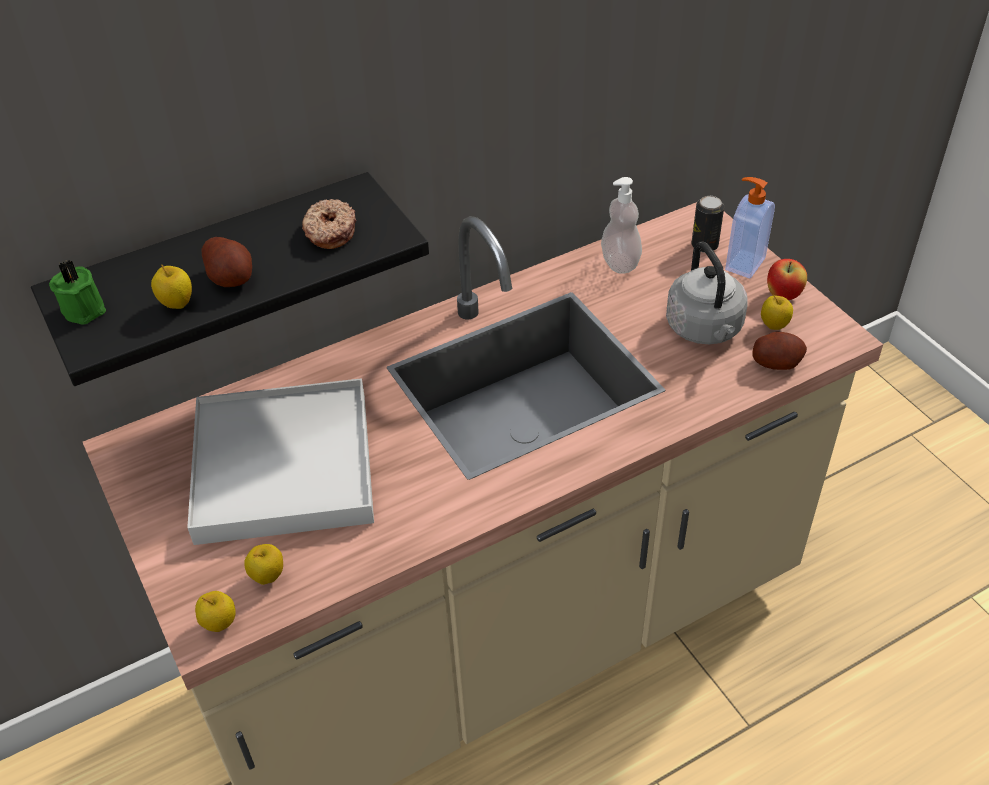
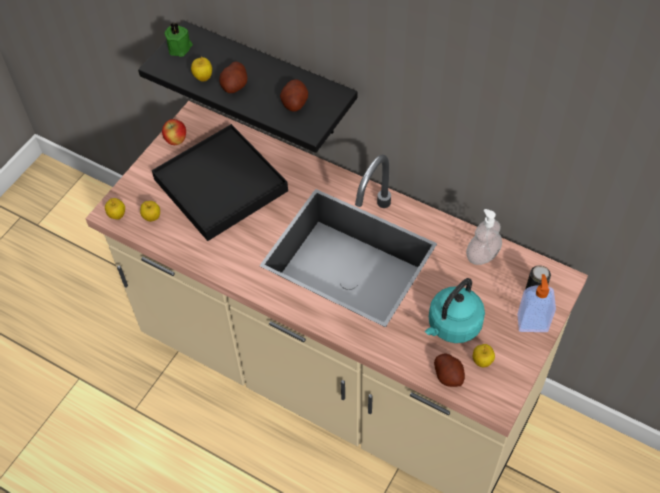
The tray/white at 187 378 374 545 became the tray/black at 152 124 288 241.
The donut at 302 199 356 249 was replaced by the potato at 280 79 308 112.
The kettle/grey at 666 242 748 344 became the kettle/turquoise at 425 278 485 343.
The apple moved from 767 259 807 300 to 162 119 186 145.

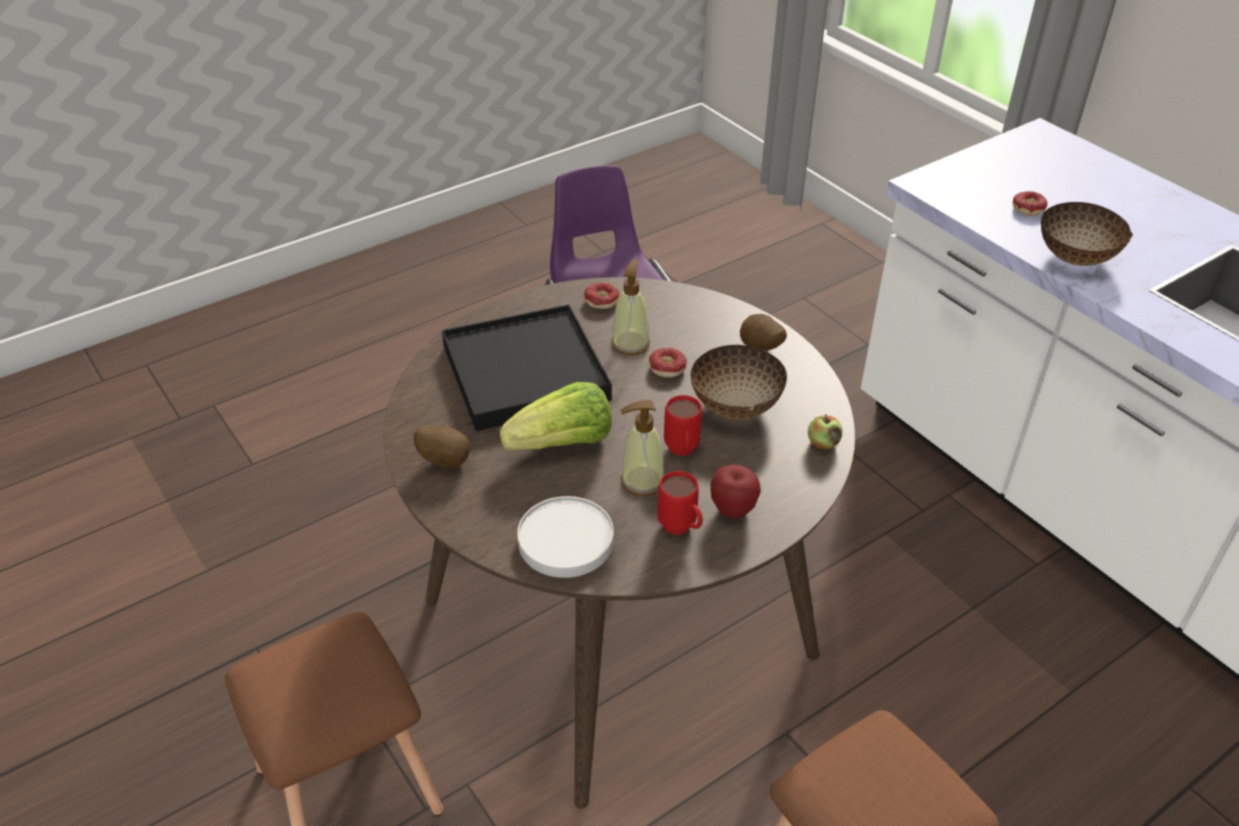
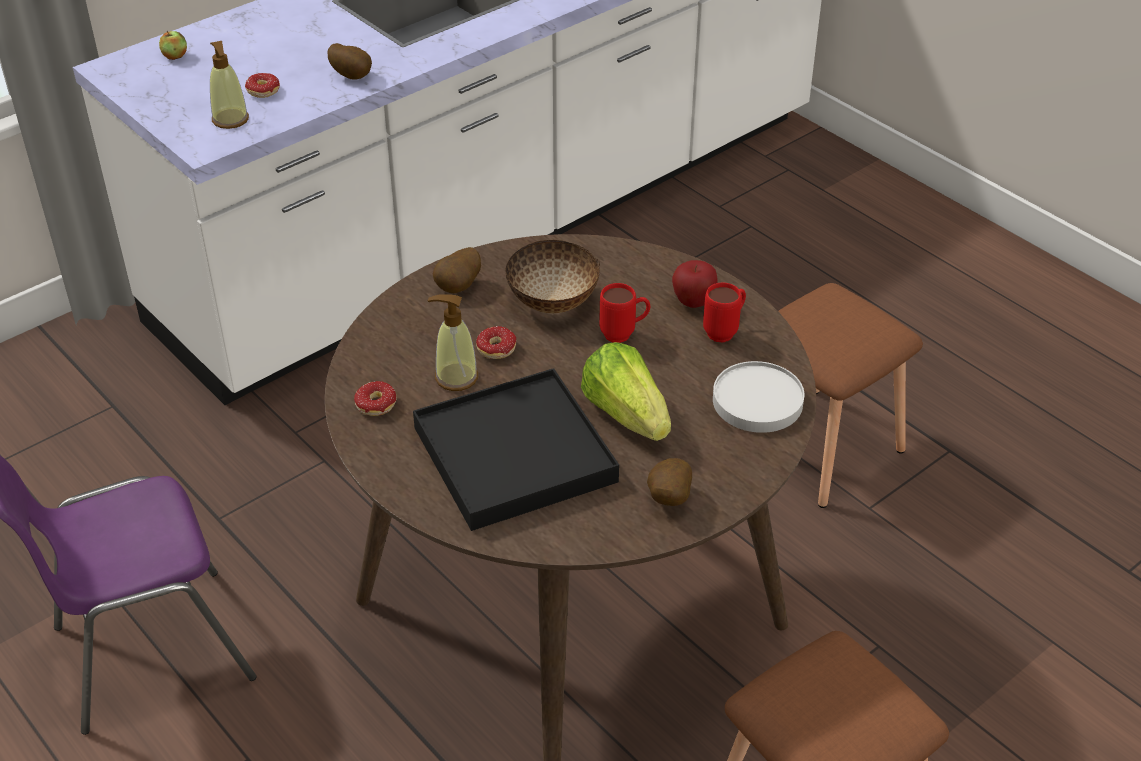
The soap dispenser moved from 620 400 664 497 to 210 41 249 129.
The apple moved from 808 414 842 450 to 159 31 187 60.
The bowl at 1041 202 1133 266 was replaced by the potato at 327 43 372 80.

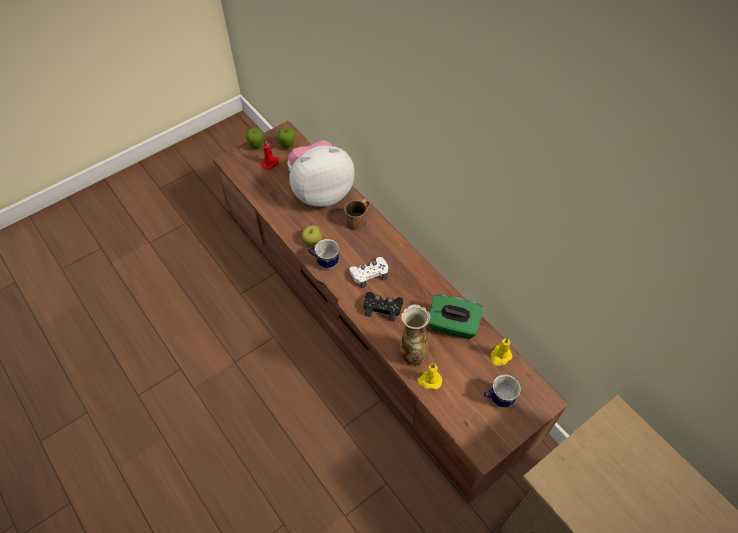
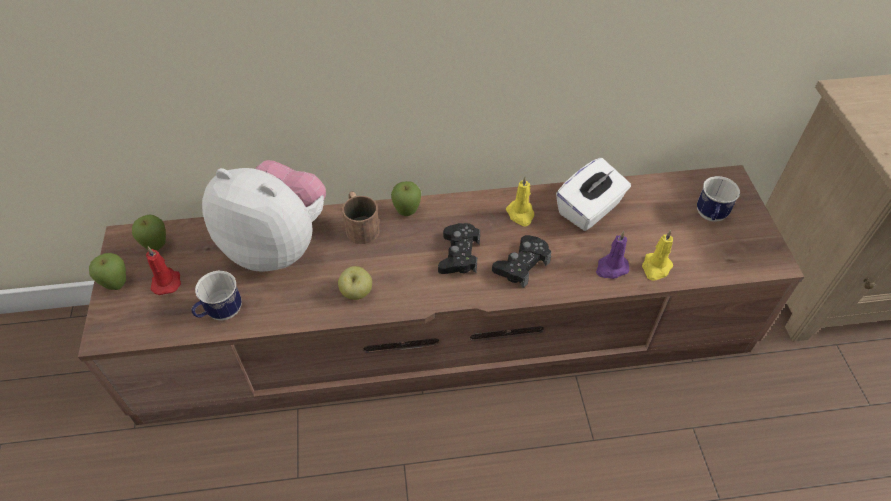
The plush toy at 287 140 355 207 turned 105 degrees clockwise.
The mug moved from 308 239 339 269 to 191 271 242 321.
The game controller/white at 350 257 388 288 became the game controller/black at 438 223 480 274.
The vase at 400 304 430 367 was replaced by the candle/purple at 596 231 629 279.
The tissue box/green at 428 295 483 339 became the tissue box/white at 556 158 631 231.
The candle/yellow moved from 490 338 512 366 to 506 176 534 226.
The apple at 391 181 421 216 appeared.

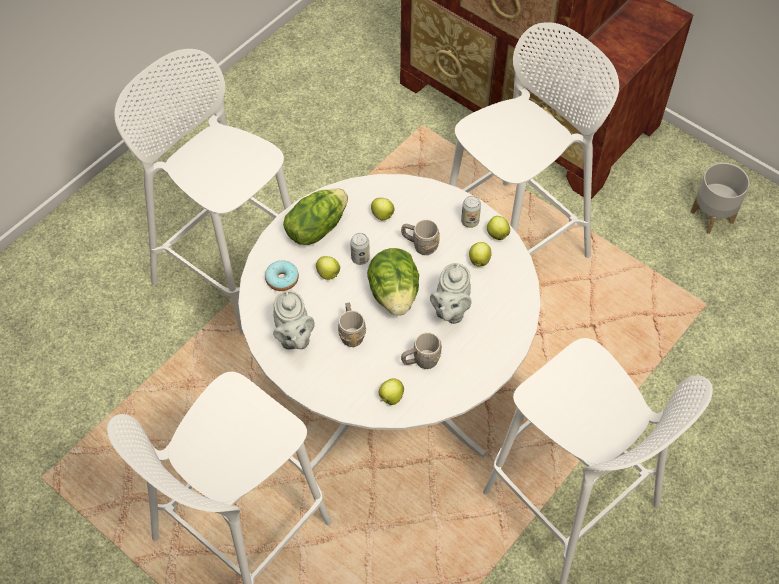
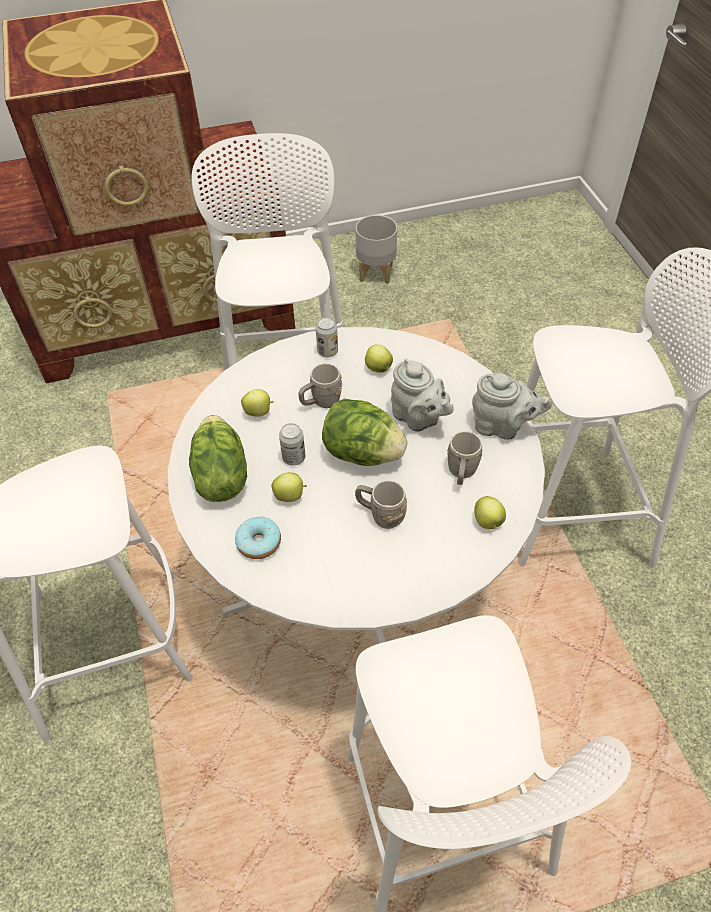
The teapot/grey moved from 273 291 315 349 to 472 373 552 440.
The apple at 487 216 510 240 disappeared.

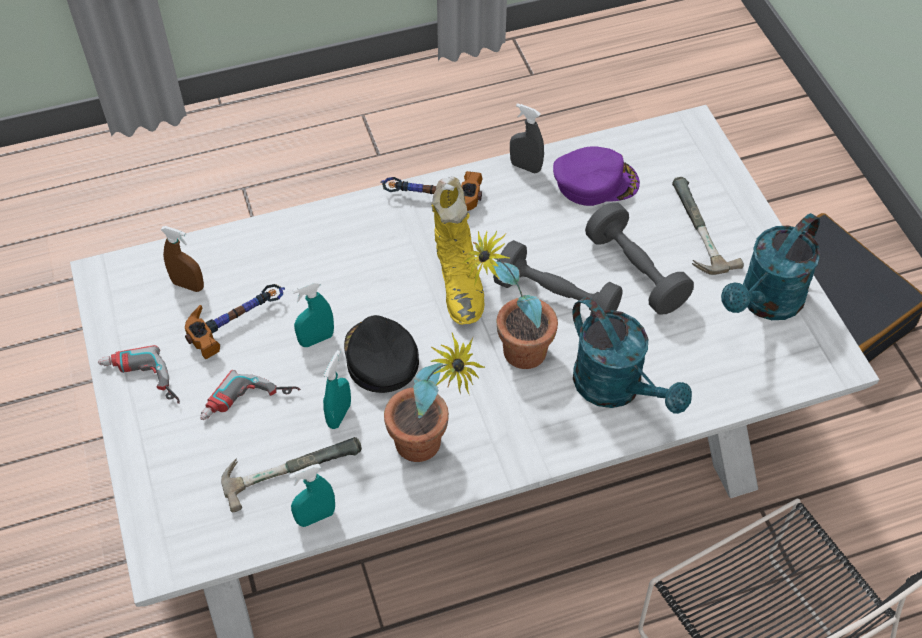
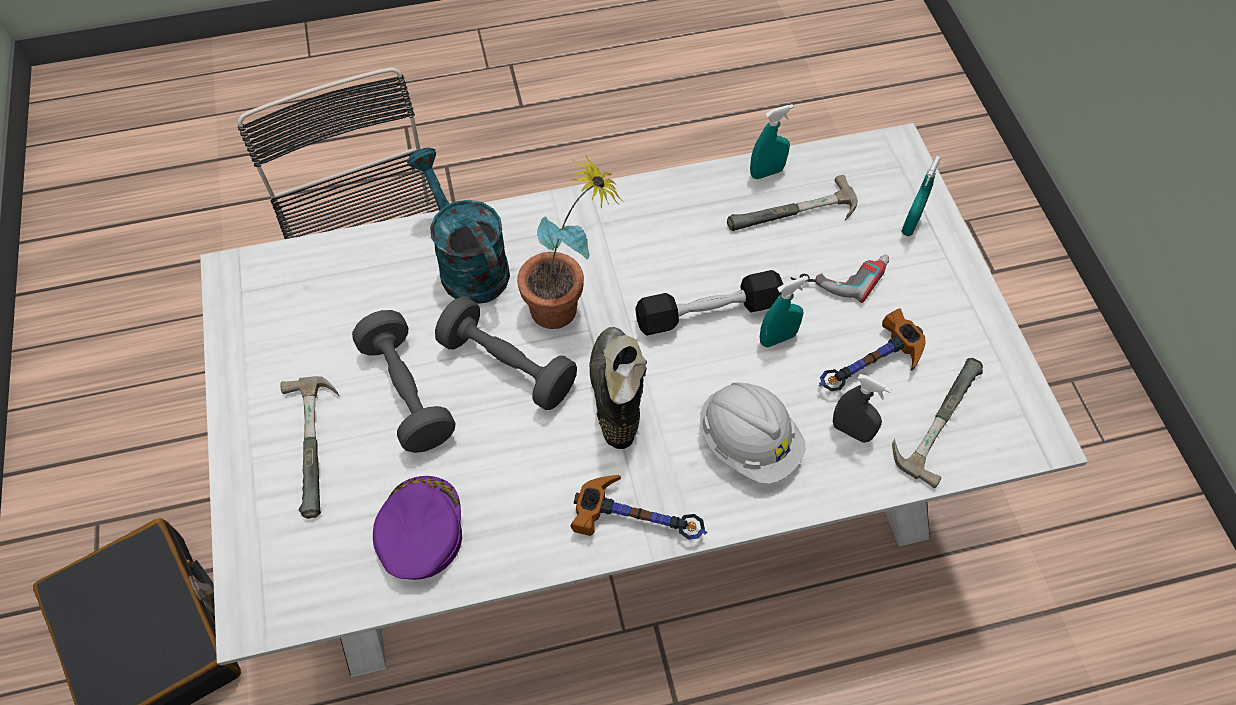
The power drill at 98 345 180 404 disappeared.
The spray bottle/brown at 160 226 204 292 was replaced by the hammer at 892 358 983 488.
The spray bottle/turquoise moved from 323 350 351 429 to 901 156 941 236.
The cap/black at 344 315 419 393 was replaced by the dumbbell/black at 635 270 783 335.
The potted plant at 384 333 485 462 disappeared.
The boot/yellow at 431 177 484 325 became the boot/black at 589 327 647 449.
The spray bottle/grey moved from 510 103 544 174 to 833 374 891 443.
The cap/purple at 553 146 640 206 turned 90 degrees clockwise.
The watering can/turquoise at 721 213 820 320 disappeared.
The hard hat/white at 700 383 805 484 appeared.

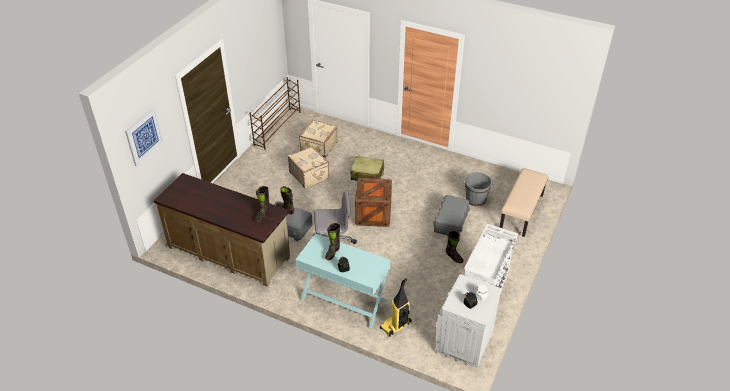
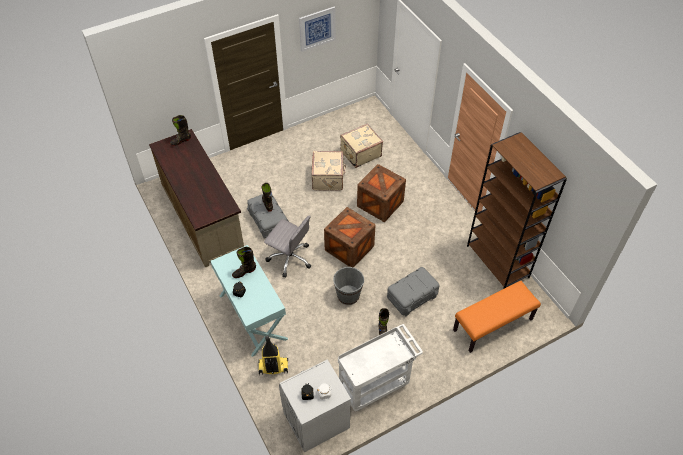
The picture moved from 125 108 164 166 to 299 6 336 52.
The shoe rack/brown at 249 77 301 150 disappeared.
The boot/black moved from 256 186 270 222 to 170 115 191 146.
The suitcase/beige at 350 156 384 180 was replaced by the crate at 357 164 406 222.
The bucket/grey moved from 465 172 492 206 to 333 267 364 305.
The bench/beige at 500 168 549 237 became the bench/orange at 453 281 541 353.
The bookcase/brown at 467 132 567 289 appeared.

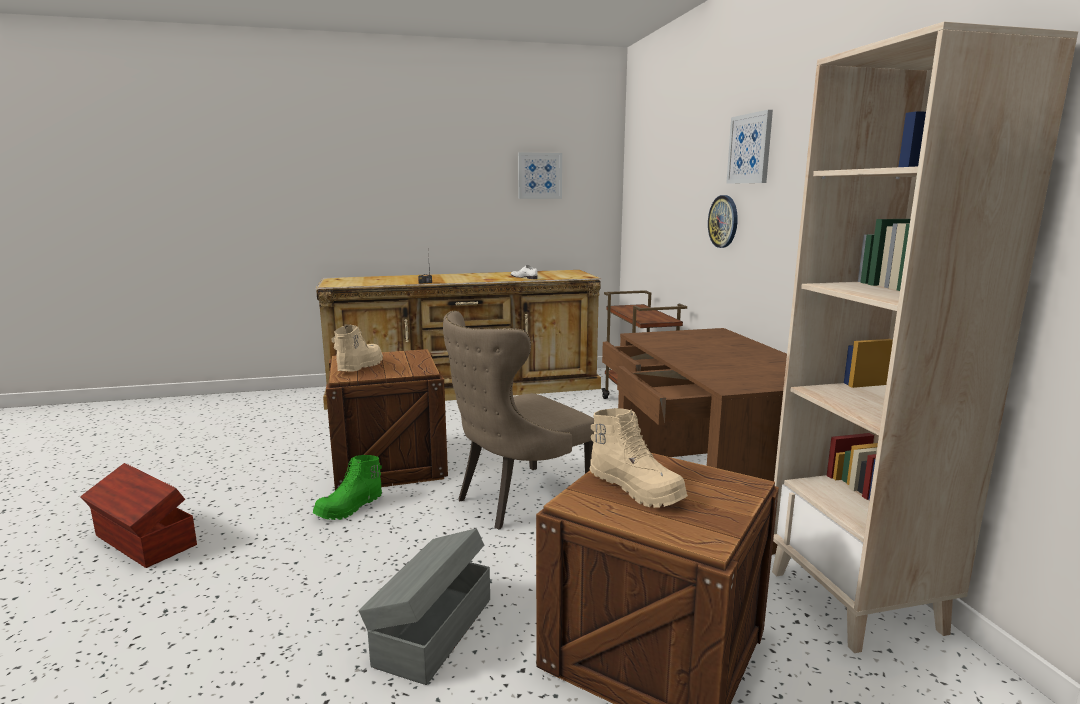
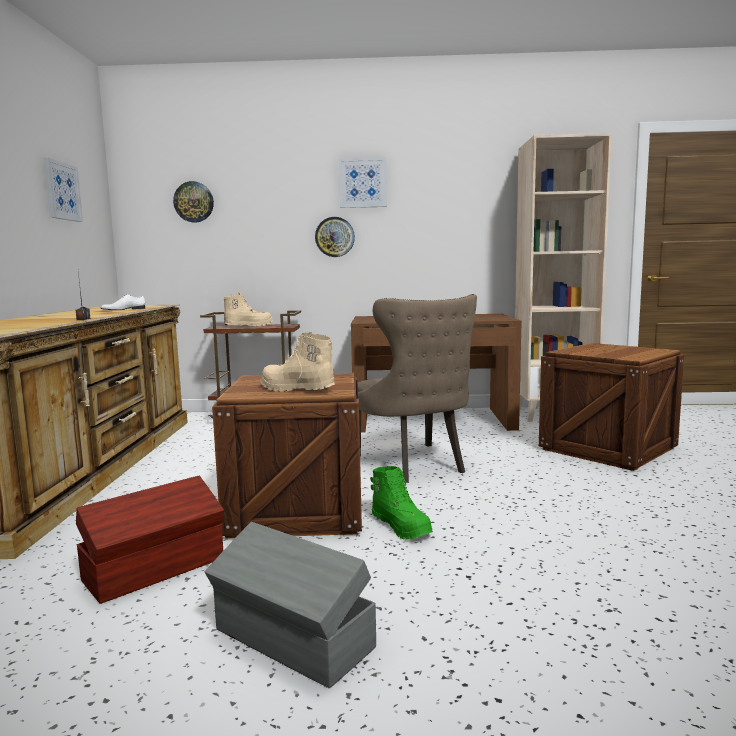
The storage box/brown moved from 80 463 197 568 to 76 476 224 604.
The storage box/grey moved from 359 528 490 685 to 205 522 376 688.
The boot/beige moved from 589 408 688 508 to 224 293 273 326.
The wall clock at 173 181 214 223 appeared.

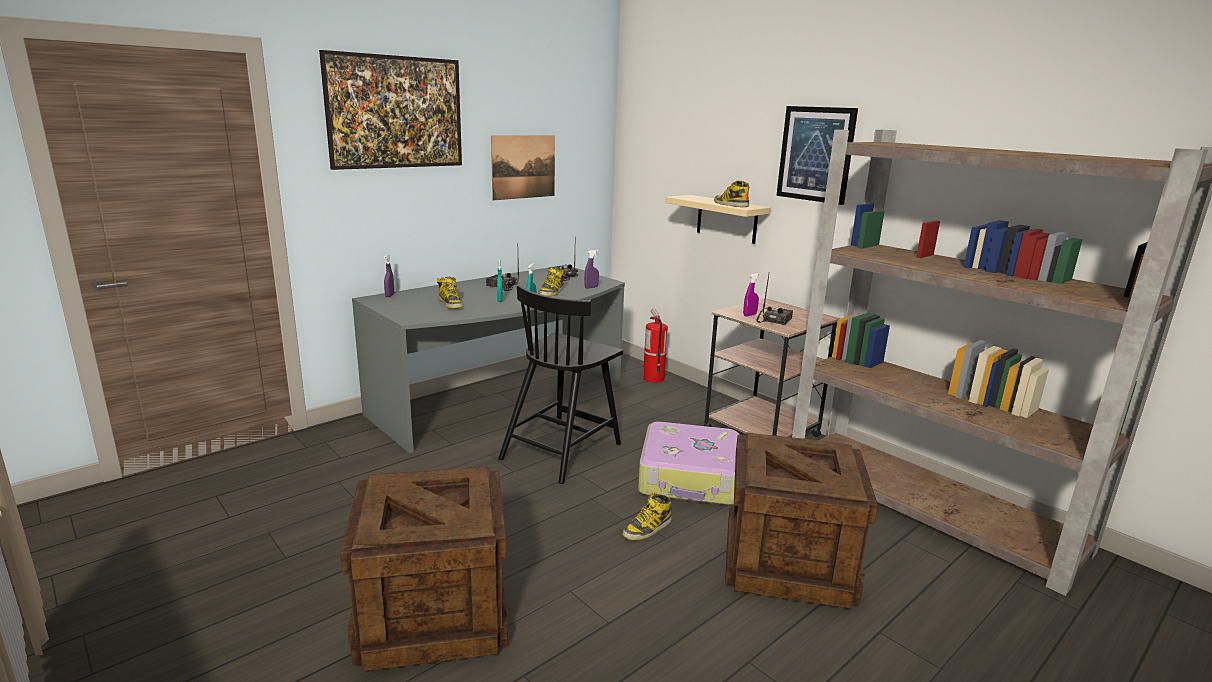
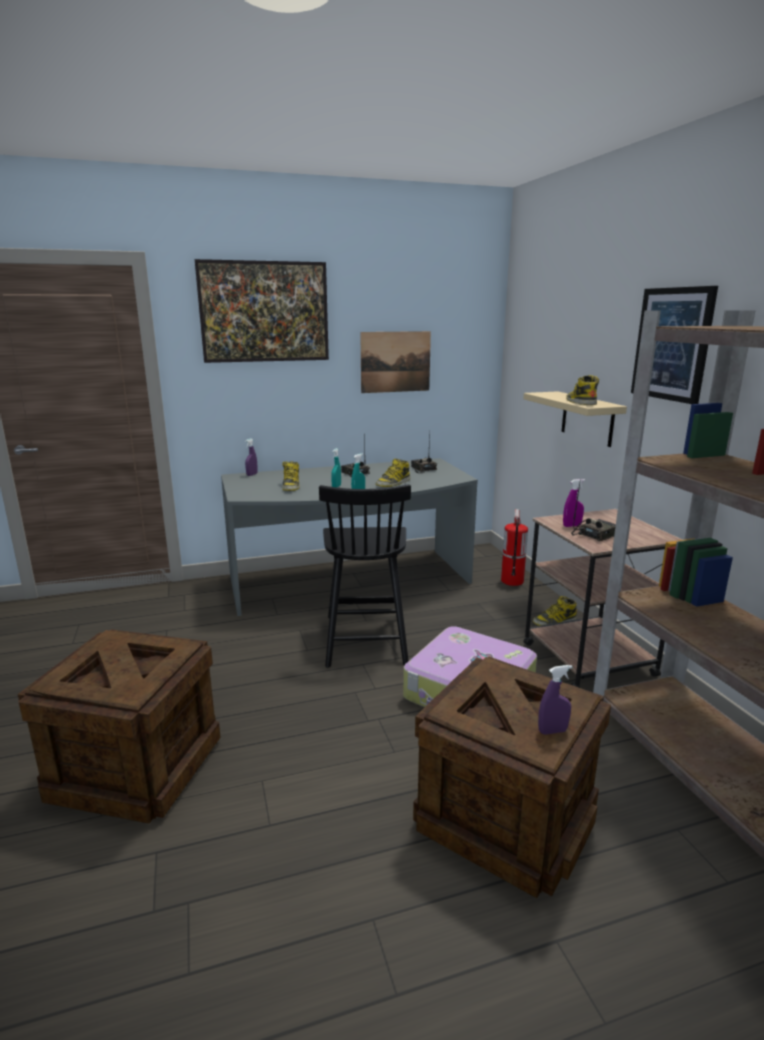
The chair/black at 498 285 623 484 turned 60 degrees counterclockwise.
The spray bottle/purple moved from 584 250 599 289 to 538 665 572 735.
The boot moved from 622 493 672 540 to 533 596 577 626.

